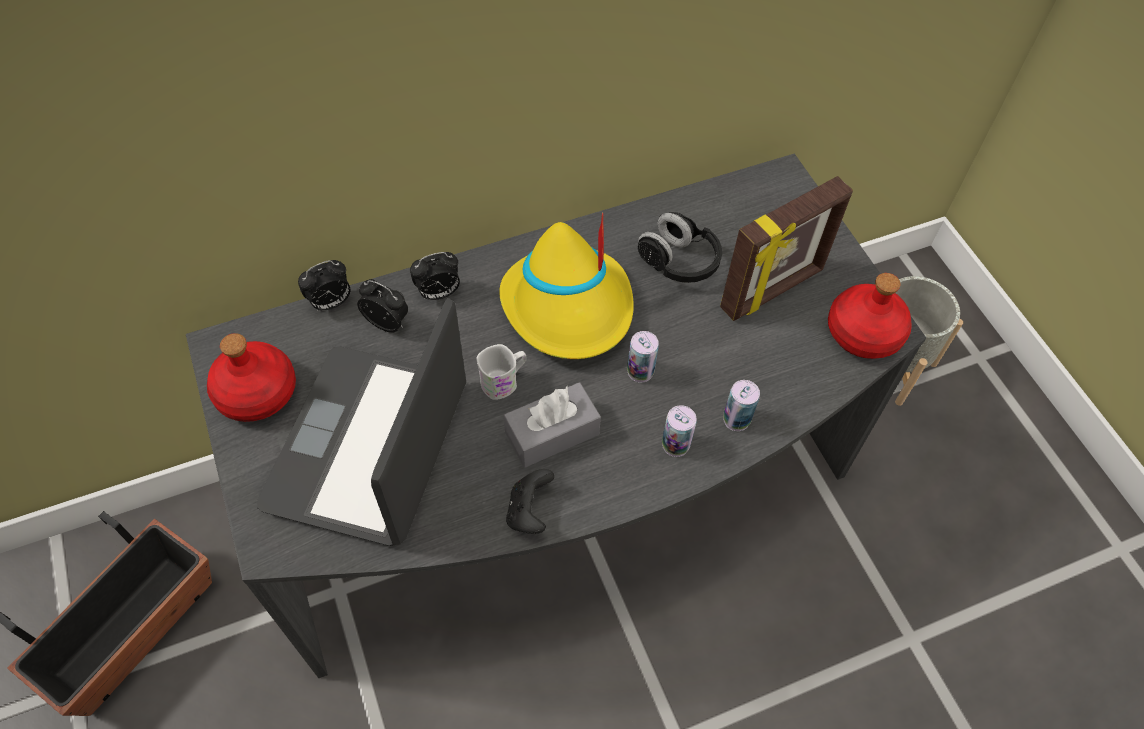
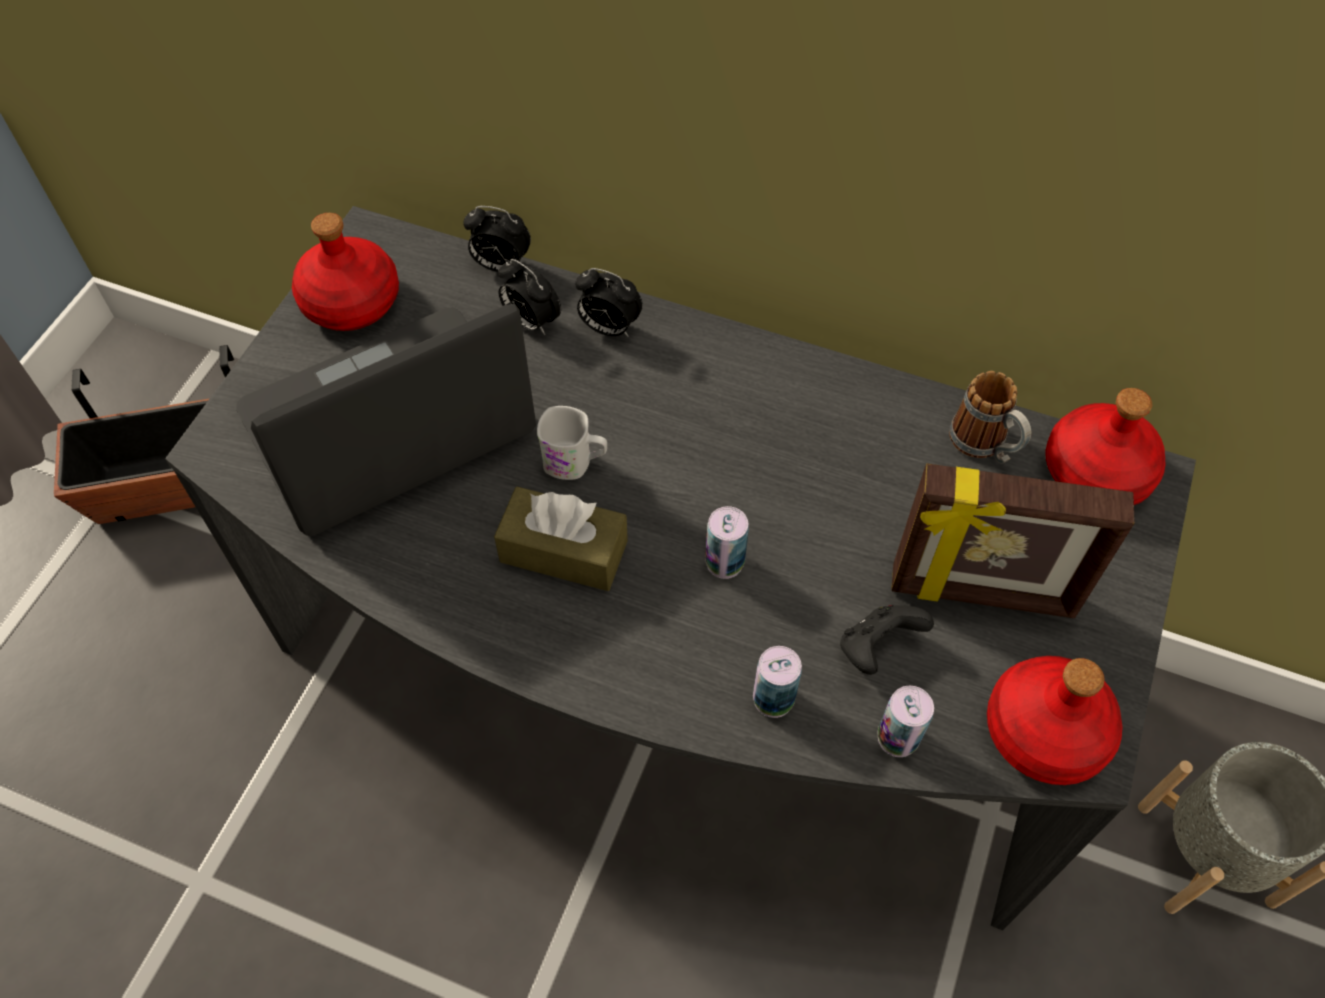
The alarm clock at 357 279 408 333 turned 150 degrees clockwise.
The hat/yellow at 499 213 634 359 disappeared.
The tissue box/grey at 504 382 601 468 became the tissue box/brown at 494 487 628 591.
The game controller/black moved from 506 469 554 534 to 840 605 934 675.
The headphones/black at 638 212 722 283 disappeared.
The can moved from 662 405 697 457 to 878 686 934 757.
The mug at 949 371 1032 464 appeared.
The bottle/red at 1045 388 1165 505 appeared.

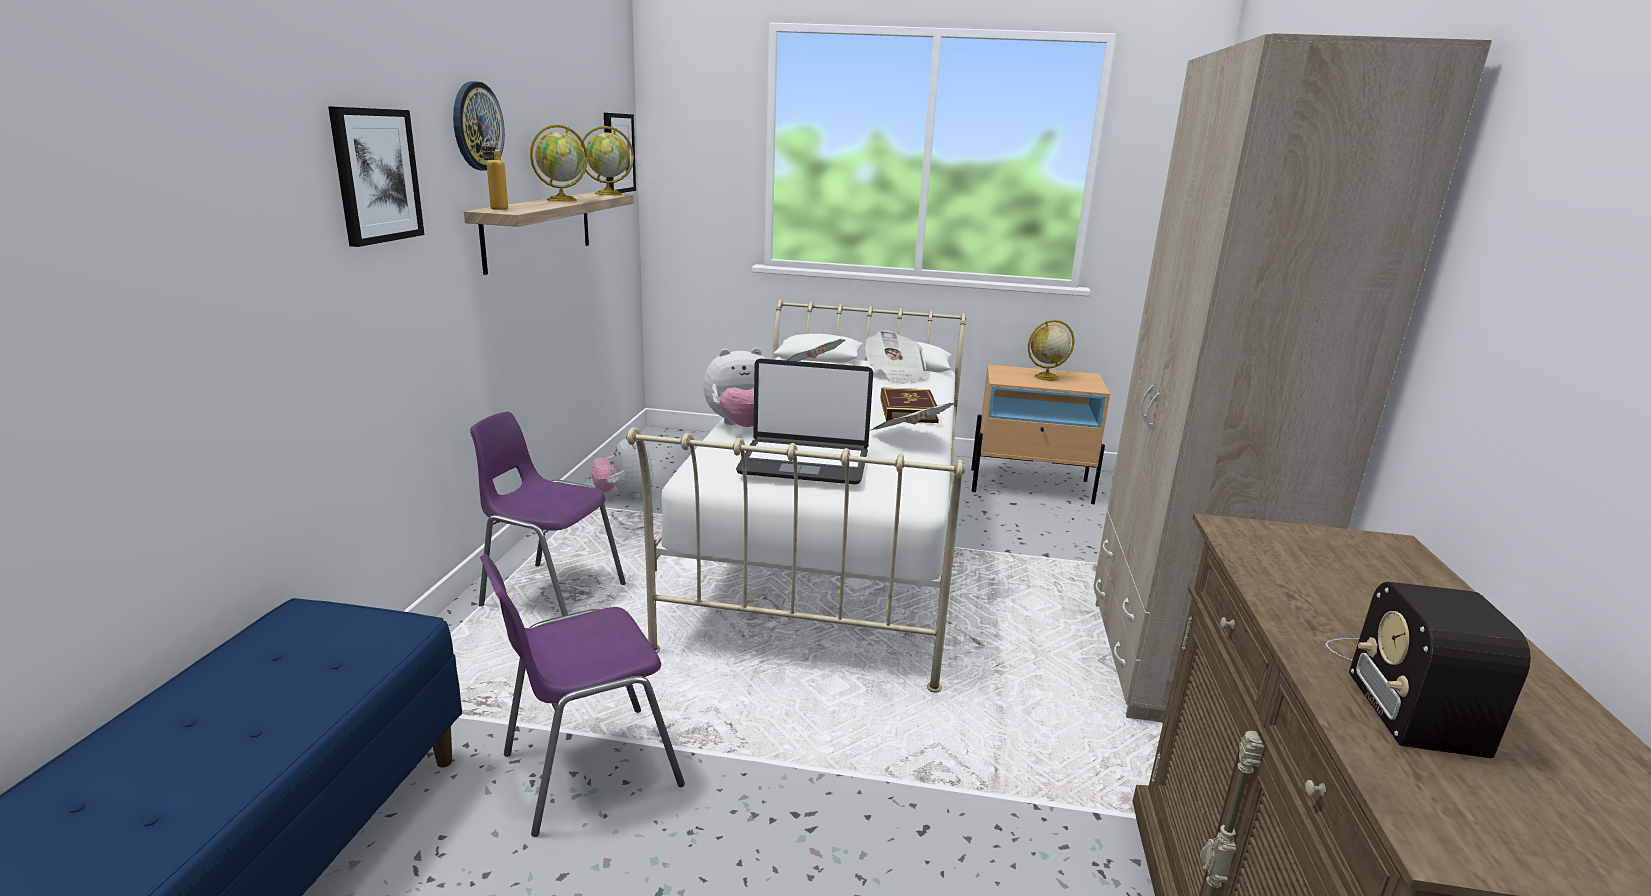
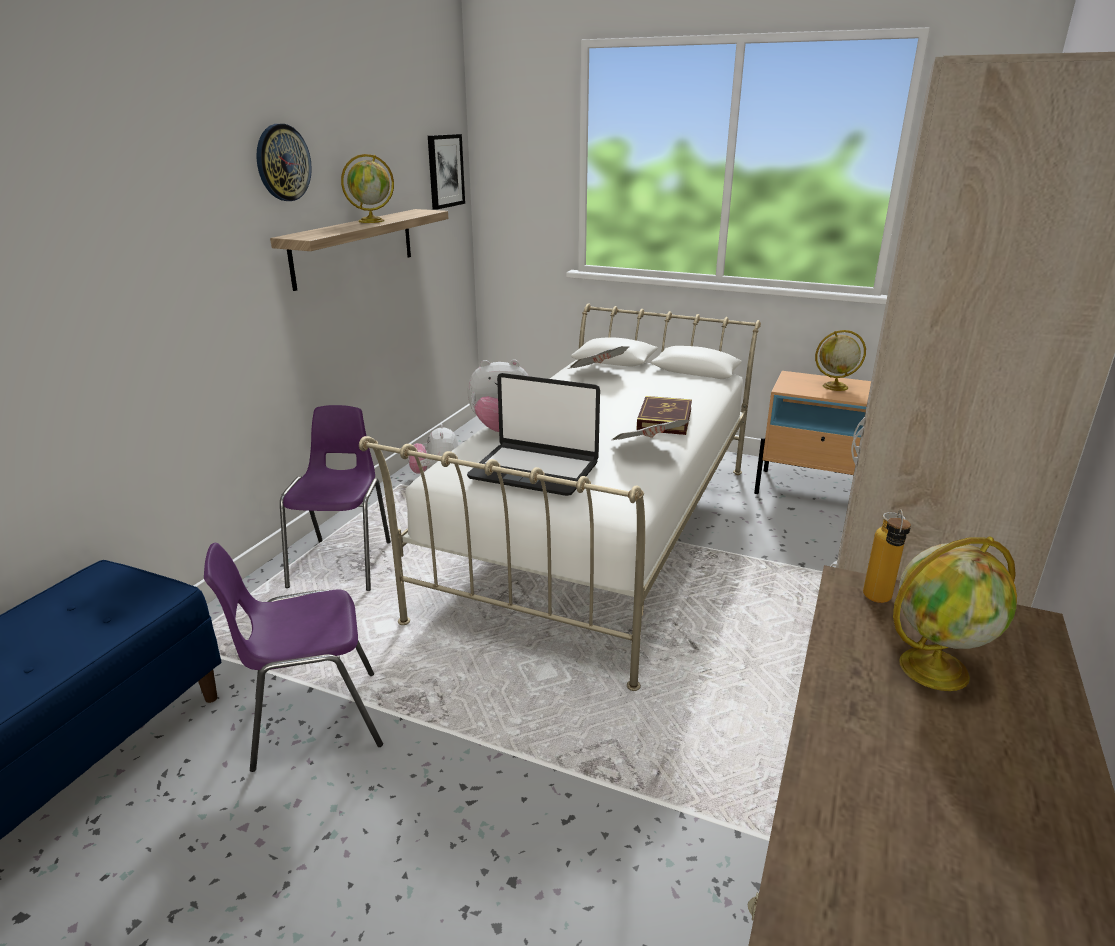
The picture at 328 106 425 247 disappeared.
The chair/purple at 470 412 626 616 turned 60 degrees clockwise.
The bottle moved from 481 137 508 210 to 863 509 911 603.
The globe moved from 580 126 634 195 to 893 537 1017 691.
The newspaper at 865 330 926 384 disappeared.
The radio at 1326 582 1531 758 disappeared.

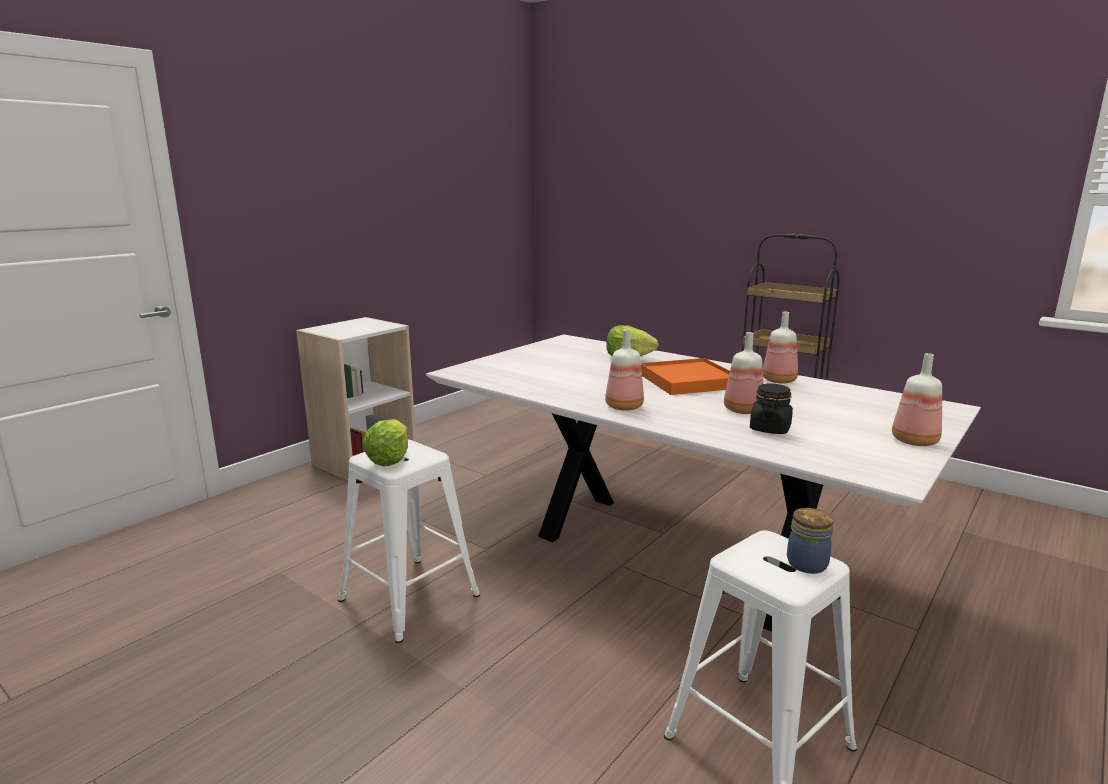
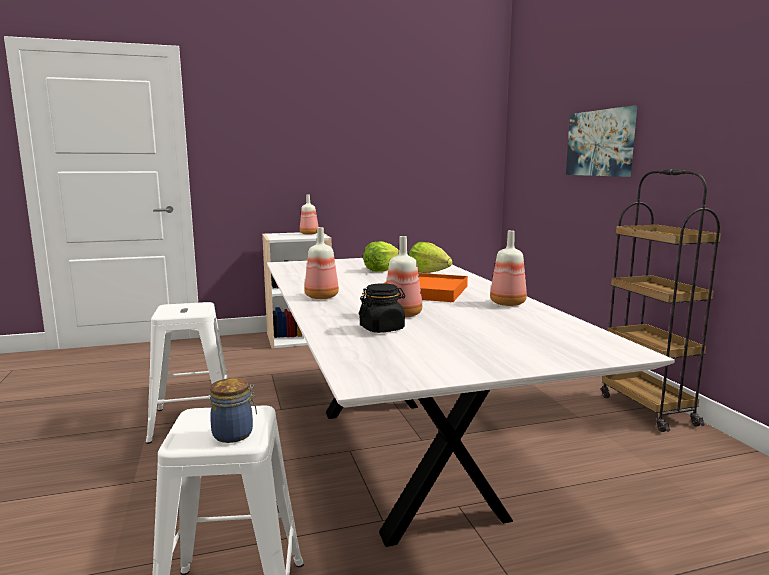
The lettuce moved from 362 419 408 466 to 363 241 399 272.
The bottle moved from 892 353 942 446 to 300 195 319 235.
The picture at 566 106 637 177 appeared.

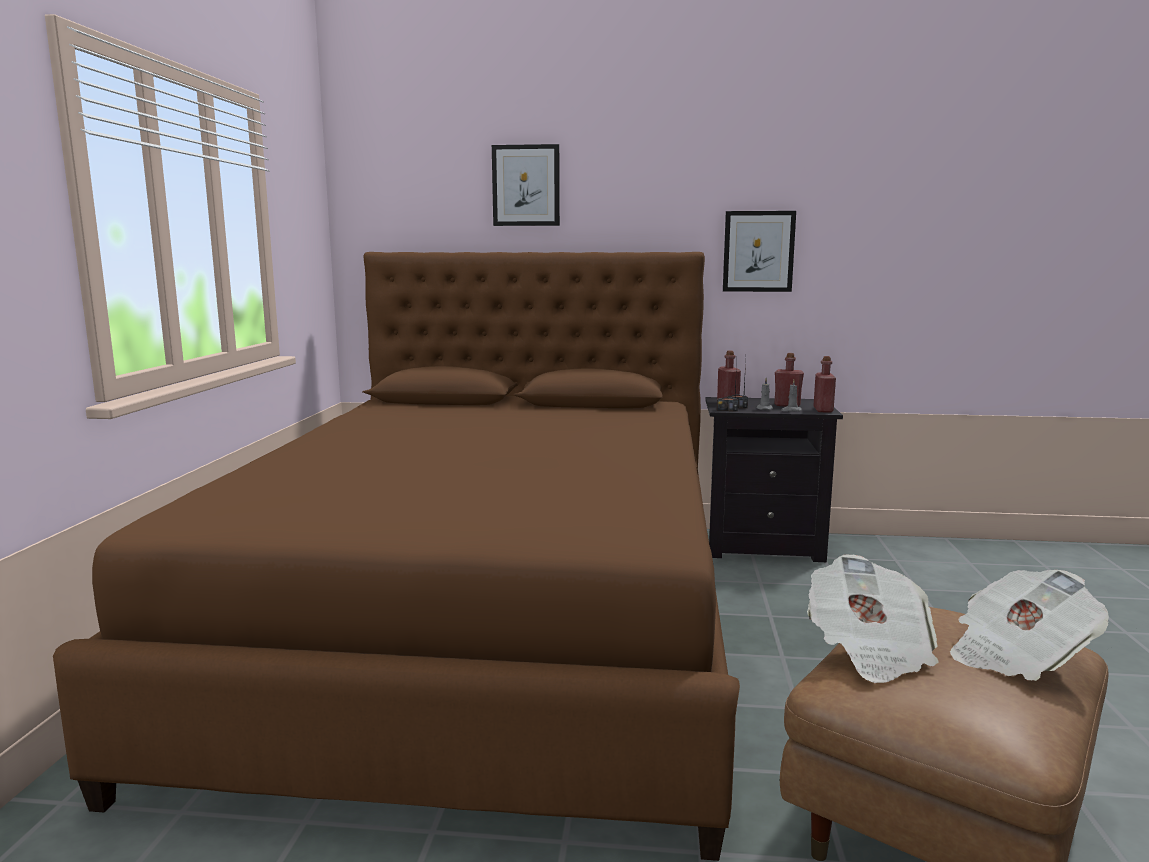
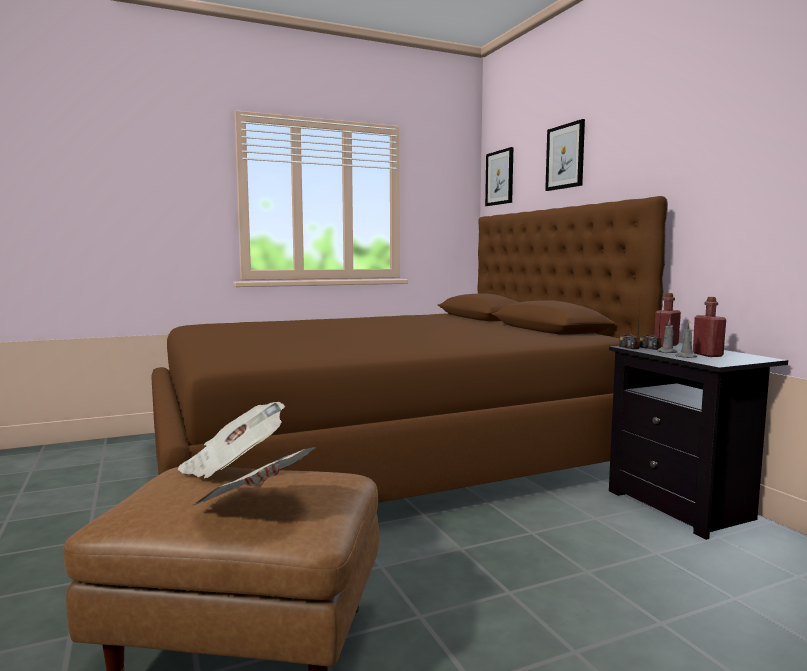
The picture moved from 723 211 796 292 to 485 147 513 206.
The bottle/red at 813 356 836 413 disappeared.

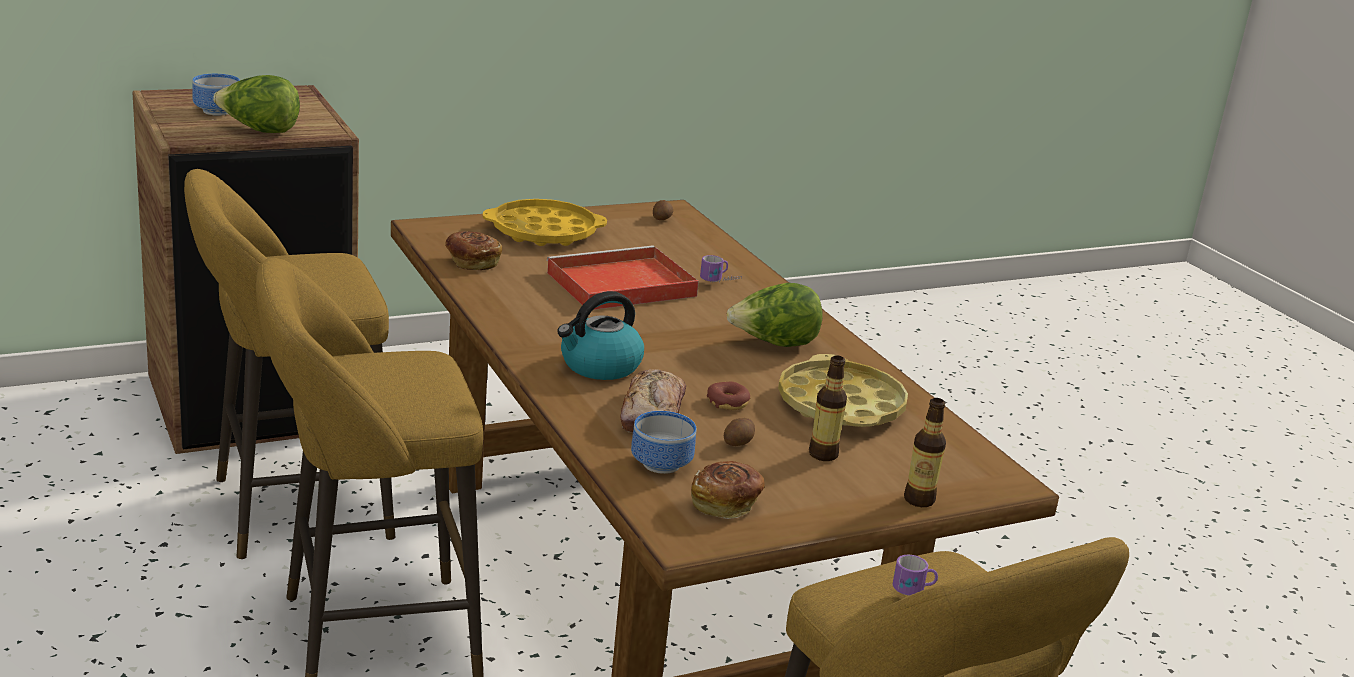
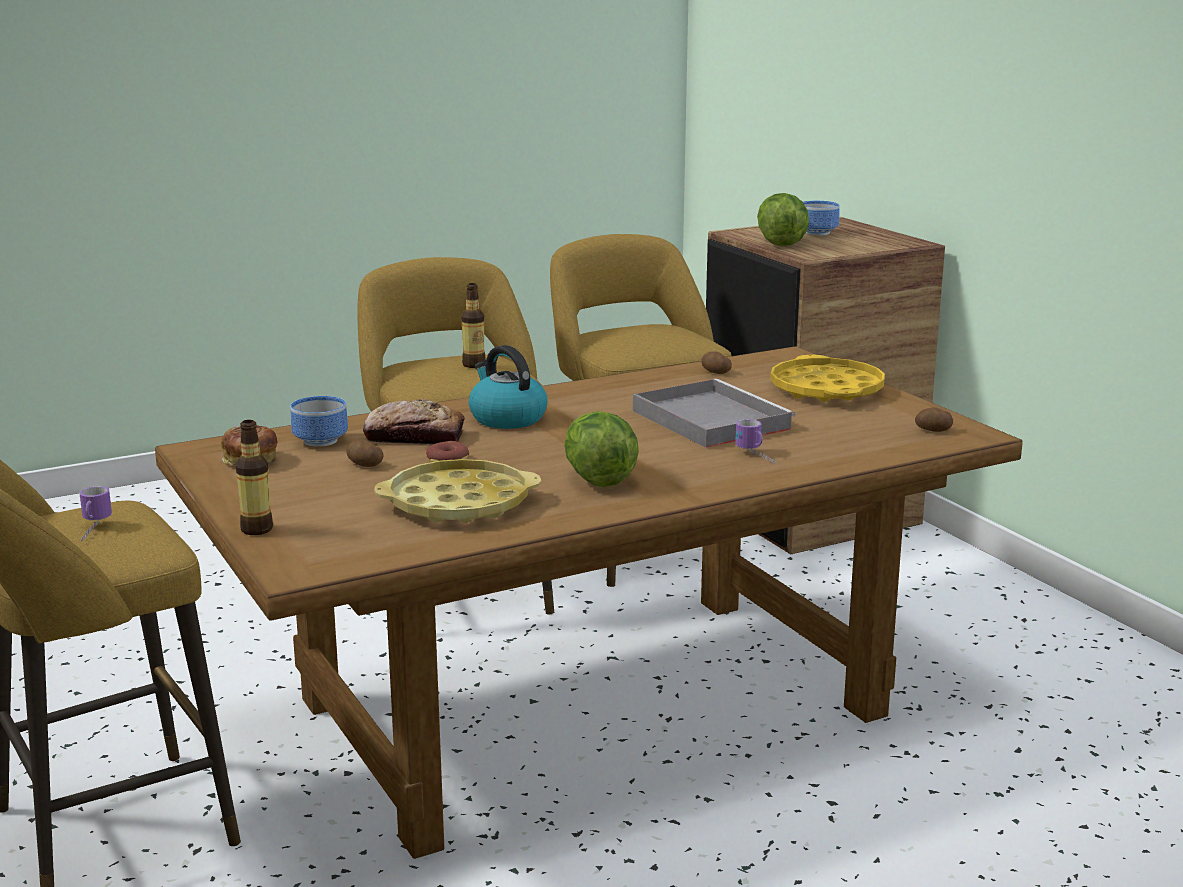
The bread at 445 231 502 270 was replaced by the potato at 701 351 732 374.
The tray/red at 547 245 699 310 became the tray/grey at 633 379 795 448.
The bottle moved from 809 356 847 461 to 461 283 486 368.

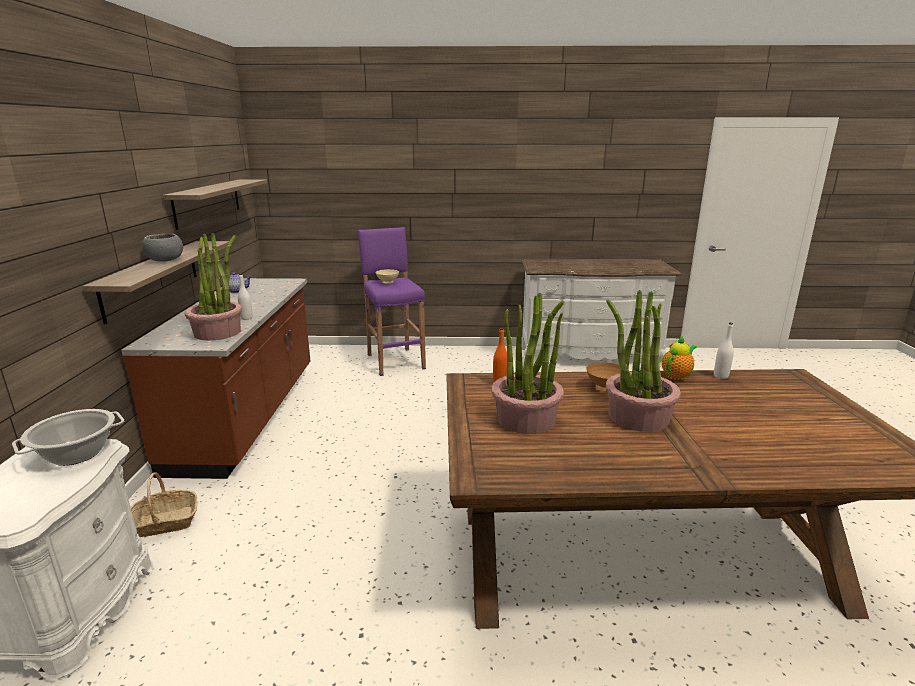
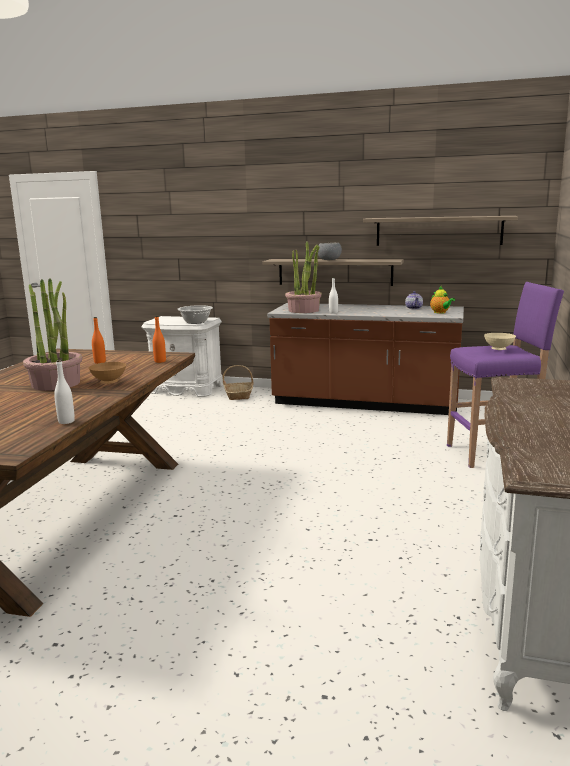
The potted plant at 491 292 564 434 was replaced by the bottle/orange at 92 317 106 364.
The teapot moved from 662 336 697 380 to 430 285 455 314.

